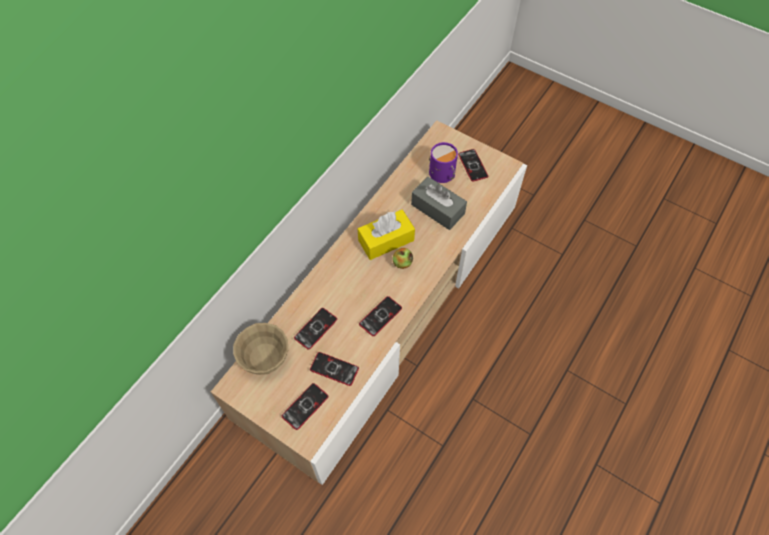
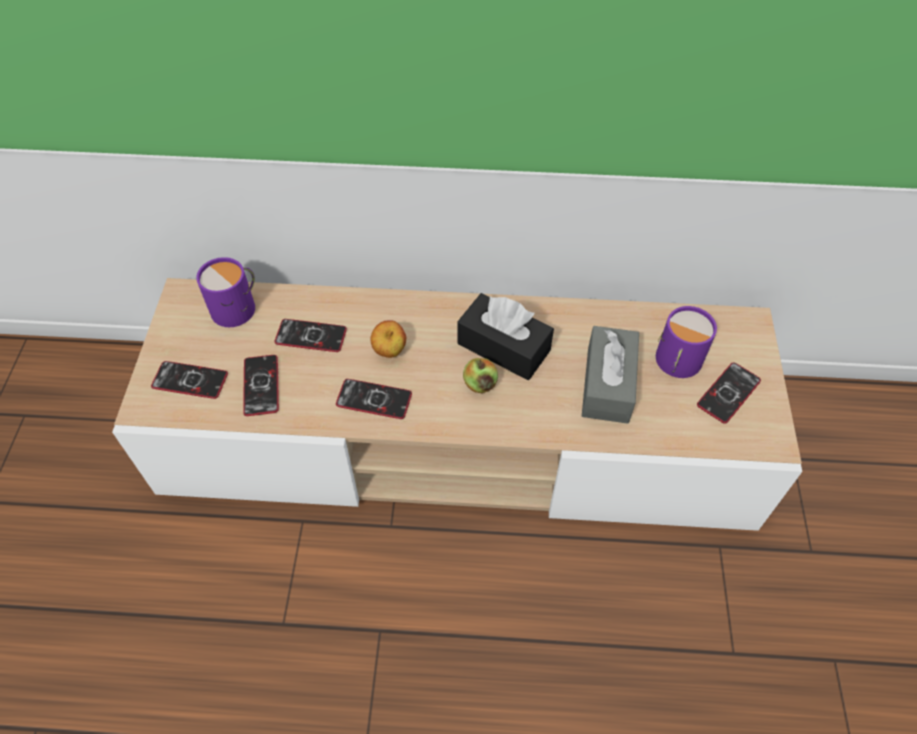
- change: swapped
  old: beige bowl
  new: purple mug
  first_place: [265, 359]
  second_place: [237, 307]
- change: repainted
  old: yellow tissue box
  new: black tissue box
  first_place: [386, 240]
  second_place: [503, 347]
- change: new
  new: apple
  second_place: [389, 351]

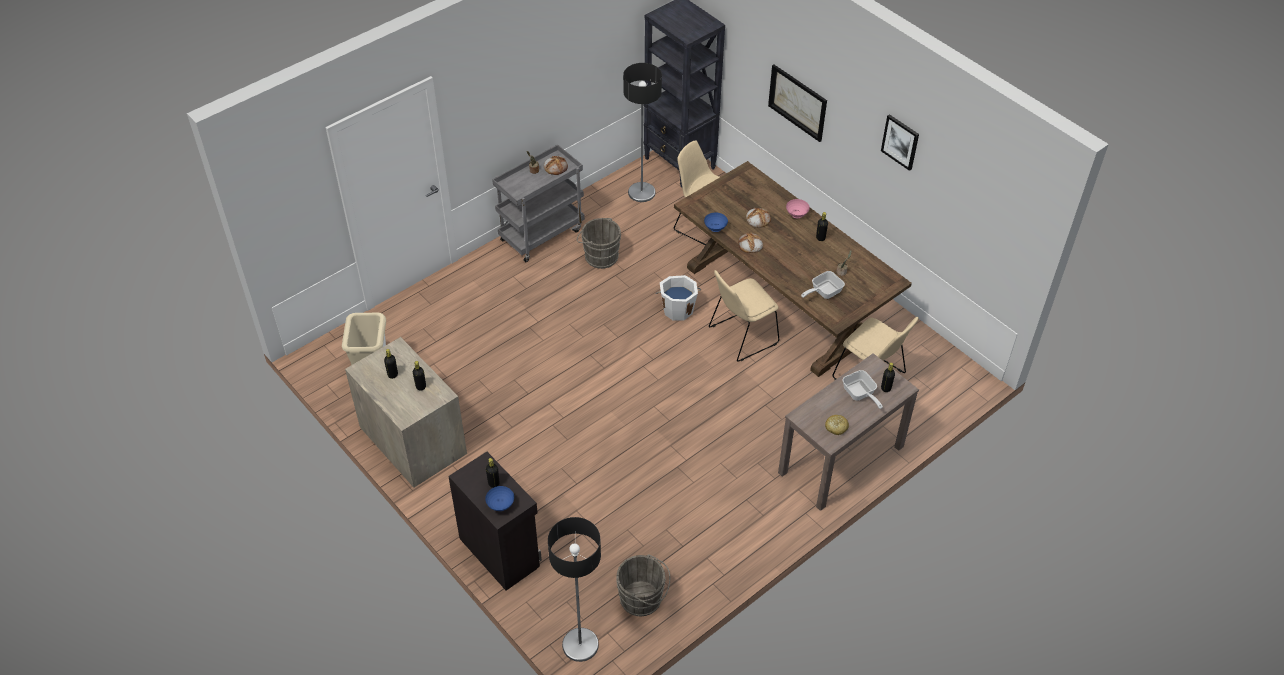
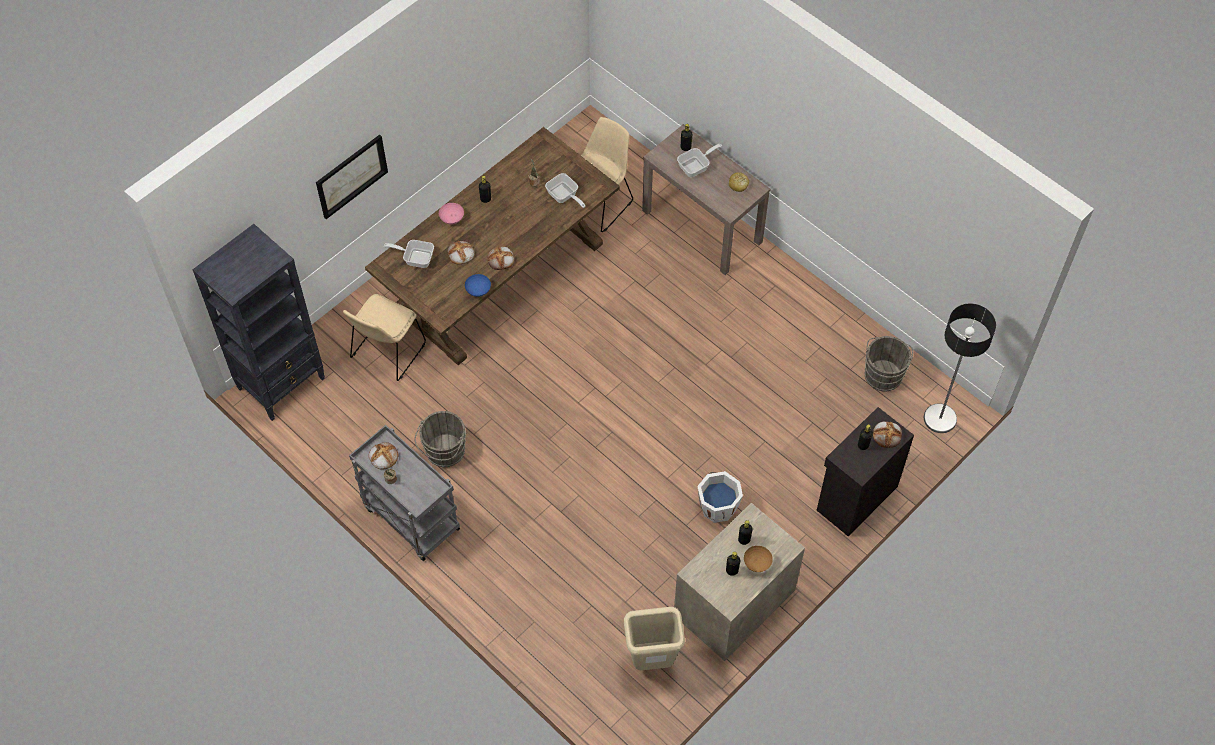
- change: swapped
  old: blue bowl
  new: bread
  first_place: [501, 505]
  second_place: [887, 435]
- change: gone
  old: floor lamp
  first_place: [642, 192]
- change: shifted
  old: white bucket
  first_place: [677, 309]
  second_place: [717, 507]
- change: gone
  old: beige chair
  first_place: [741, 336]
- change: gone
  old: picture
  first_place: [900, 142]
- change: new
  new: frying pan
  second_place: [415, 258]
- change: new
  new: brown bowl
  second_place: [757, 564]

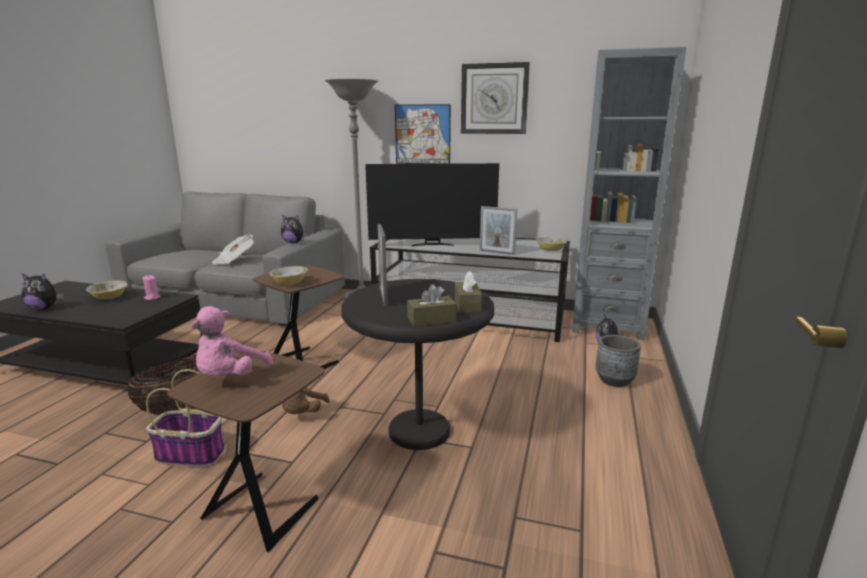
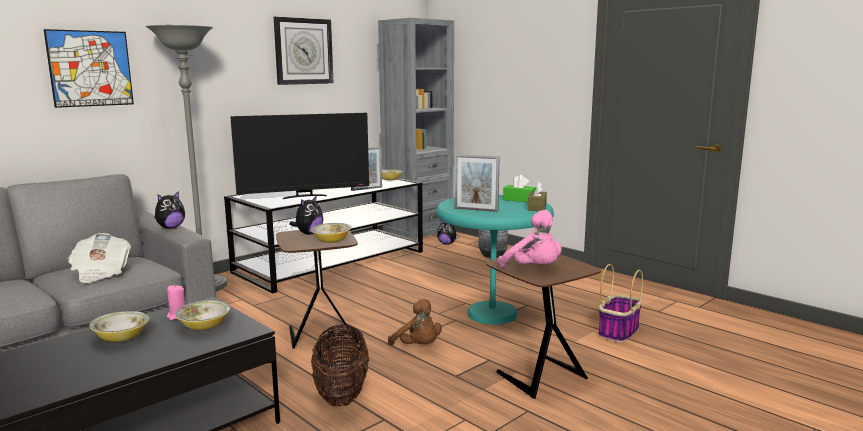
- change: shifted
  old: plush toy
  first_place: [44, 308]
  second_place: [308, 233]
- change: shifted
  old: basket
  first_place: [192, 454]
  second_place: [618, 331]
- change: repainted
  old: black side table
  new: turquoise side table
  first_place: [419, 431]
  second_place: [492, 314]
- change: rotated
  old: television
  first_place: [432, 245]
  second_place: [304, 196]
  degrees: 45
- change: shifted
  old: picture
  first_place: [422, 134]
  second_place: [90, 68]
- change: repainted
  old: brown tissue box
  new: green tissue box
  first_place: [467, 305]
  second_place: [519, 199]
- change: new
  new: bowl
  second_place: [204, 326]

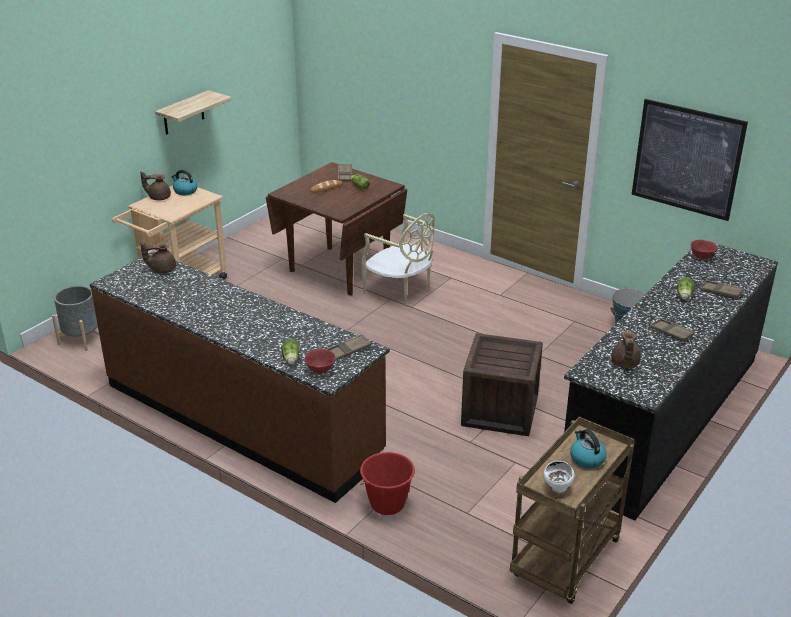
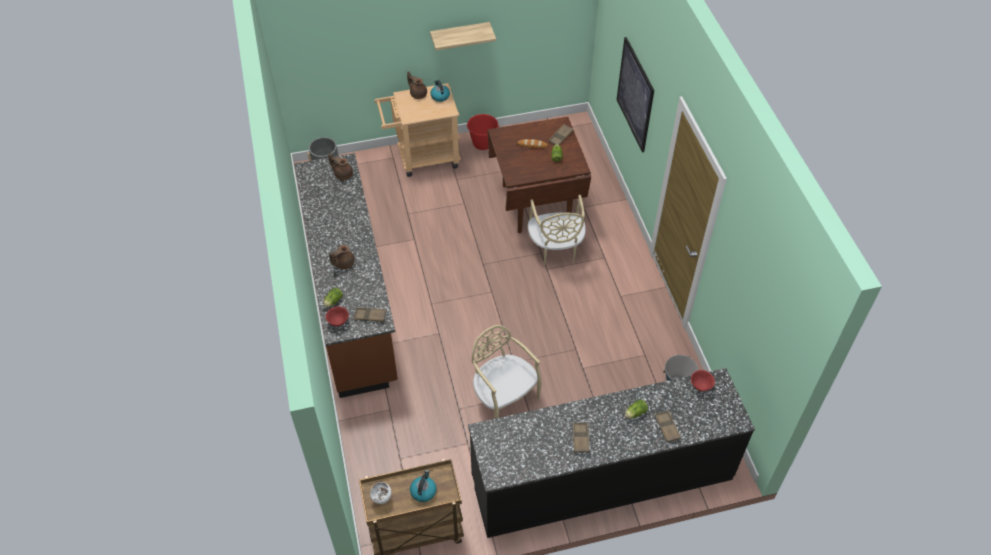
- change: shifted
  old: red bucket
  first_place: [387, 504]
  second_place: [482, 143]
- change: swapped
  old: crate
  new: beige chair
  first_place: [500, 411]
  second_place: [504, 397]
- change: shifted
  old: brown teapot
  first_place: [624, 363]
  second_place: [343, 263]
- change: shifted
  old: picture
  first_place: [687, 159]
  second_place: [635, 95]

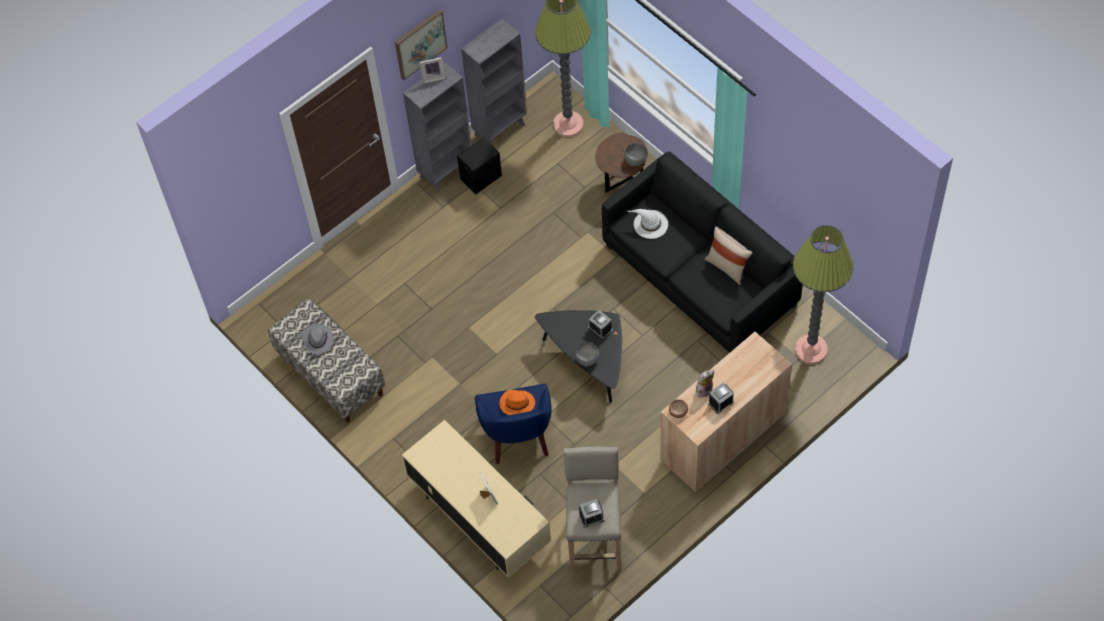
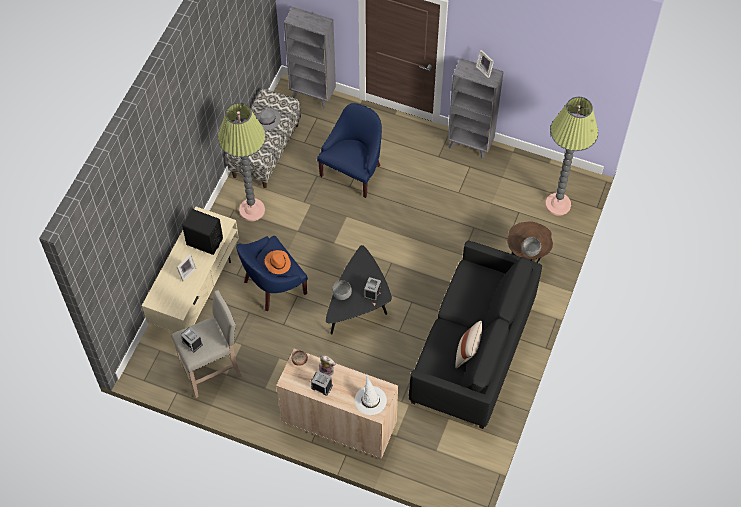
- change: gone
  old: picture
  first_place: [420, 43]
- change: shifted
  old: black speaker
  first_place: [481, 178]
  second_place: [204, 241]
- change: shifted
  old: grey bookcase
  first_place: [500, 129]
  second_place: [313, 95]
- change: shifted
  old: white hat
  first_place: [650, 224]
  second_place: [370, 399]
- change: shifted
  old: floor lamp
  first_place: [811, 350]
  second_place: [252, 210]
- change: new
  new: blue armchair
  second_place: [353, 171]

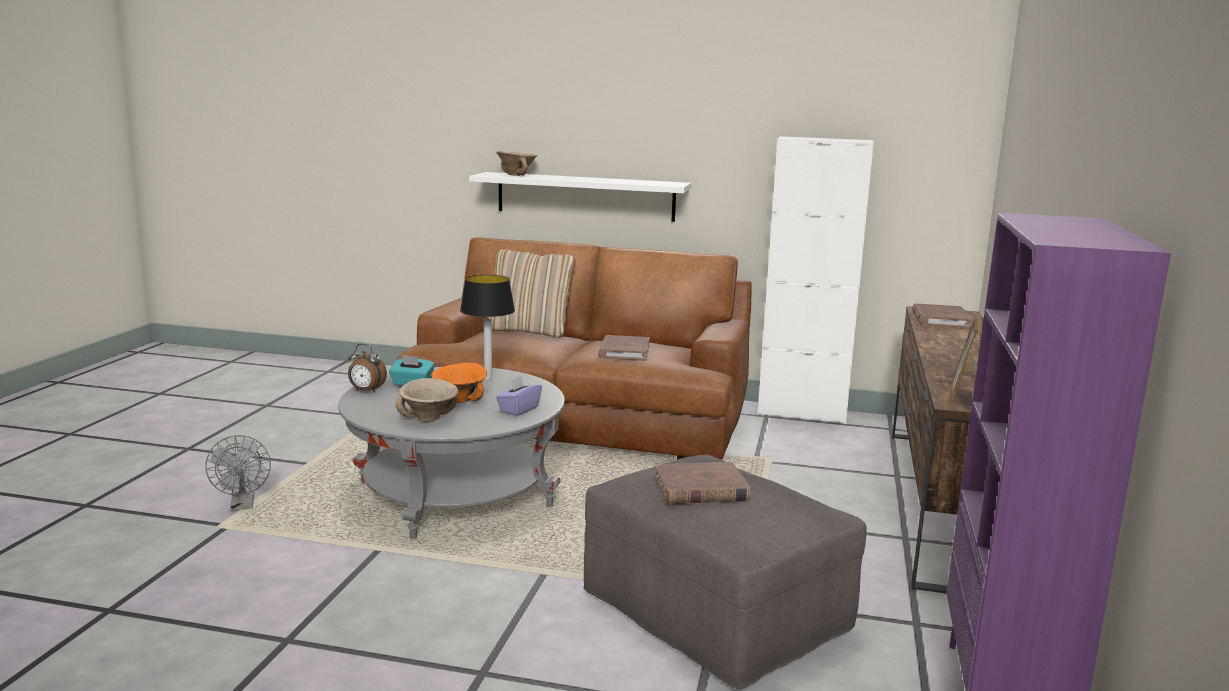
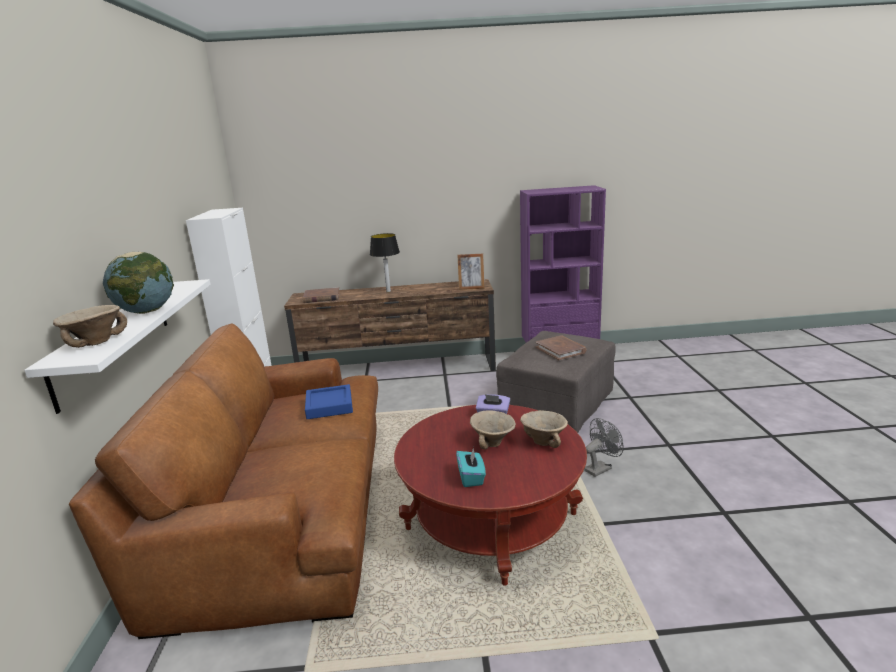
- change: shifted
  old: grey fan
  first_place: [243, 506]
  second_place: [600, 468]
- change: repainted
  old: grey coffee table
  new: red coffee table
  first_place: [455, 495]
  second_place: [491, 521]
- change: gone
  old: alarm clock
  first_place: [366, 391]
- change: repainted
  old: orange bowl
  new: beige bowl
  first_place: [459, 400]
  second_place: [494, 443]
- change: shifted
  old: table lamp
  first_place: [487, 378]
  second_place: [388, 291]
- change: gone
  old: beige pillow
  first_place: [530, 331]
- change: swapped
  old: brown book
  new: blue tray
  first_place: [624, 351]
  second_place: [329, 406]
- change: new
  new: globe
  second_place: [146, 311]

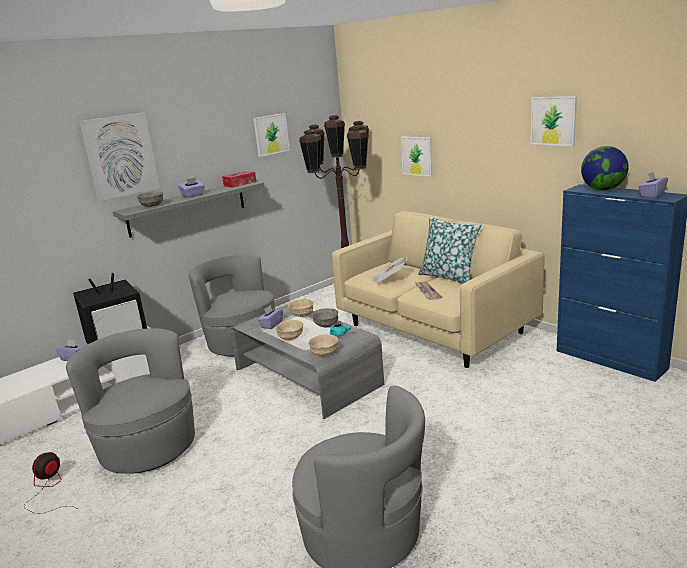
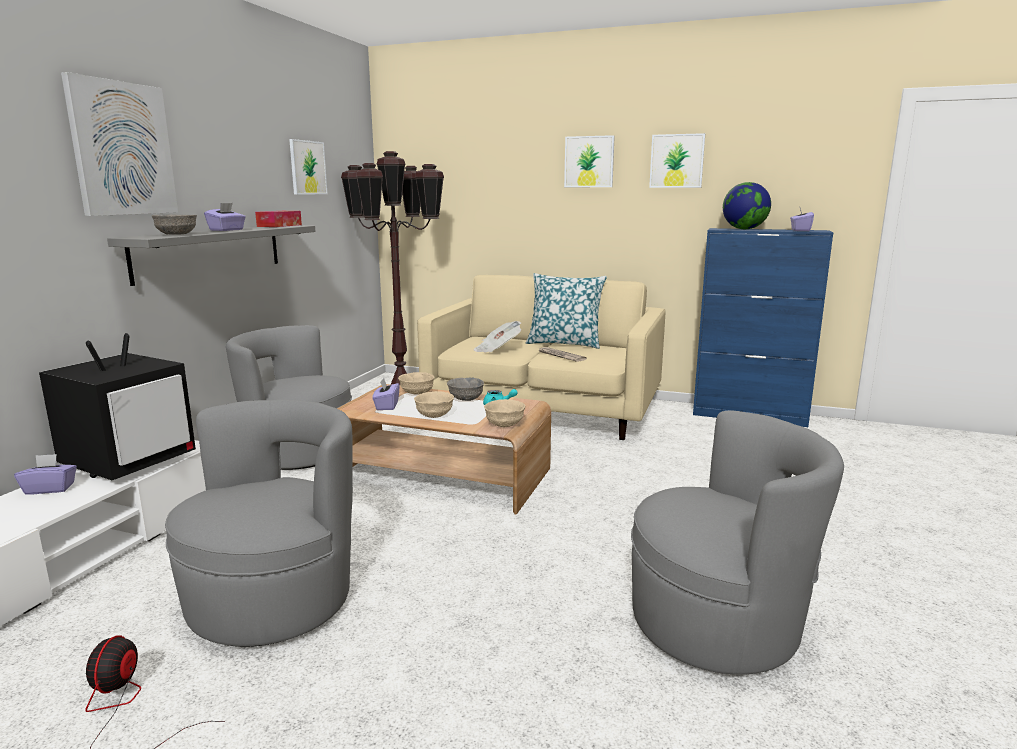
- change: rotated
  old: grey armchair
  first_place: [147, 446]
  second_place: [274, 600]
  degrees: 90
- change: repainted
  old: grey coffee table
  new: brown coffee table
  first_place: [307, 376]
  second_place: [440, 475]
- change: shifted
  old: picture
  first_place: [417, 156]
  second_place: [589, 162]

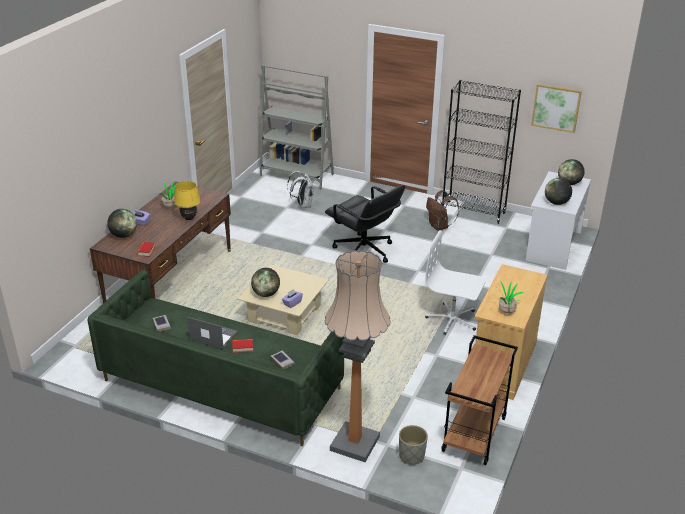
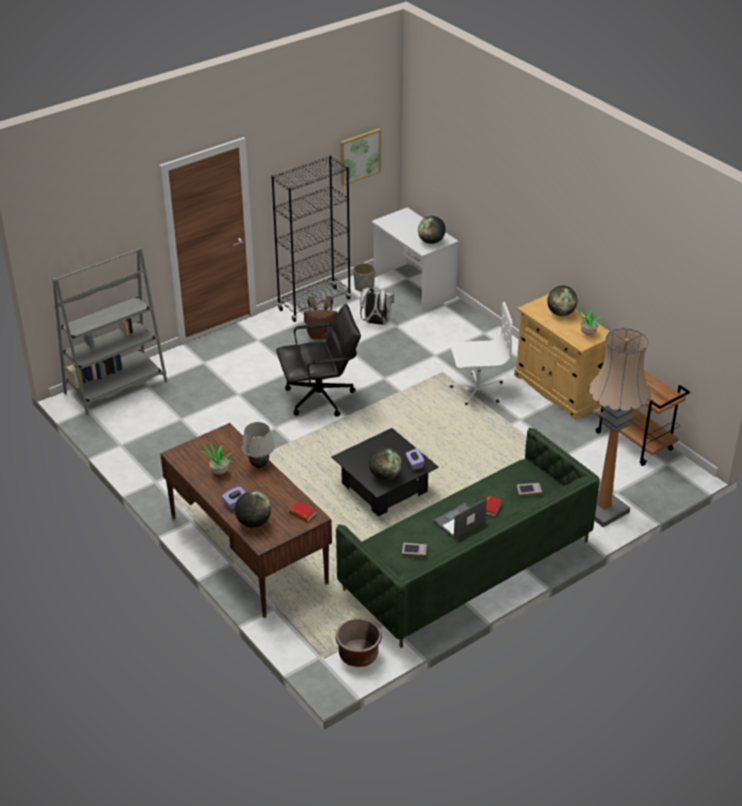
- change: repainted
  old: yellow table lamp
  new: white table lamp
  first_place: [189, 218]
  second_place: [259, 465]
- change: repainted
  old: beige coffee table
  new: black coffee table
  first_place: [284, 313]
  second_place: [384, 487]
- change: shifted
  old: white backpack
  first_place: [303, 205]
  second_place: [376, 322]
- change: shifted
  old: grey planter
  first_place: [411, 456]
  second_place: [364, 287]
- change: rotated
  old: white office chair
  first_place: [452, 320]
  second_place: [477, 390]
  degrees: -150
- change: shifted
  old: globe
  first_place: [569, 183]
  second_place: [560, 313]
- change: new
  new: brown planter
  second_place: [358, 655]

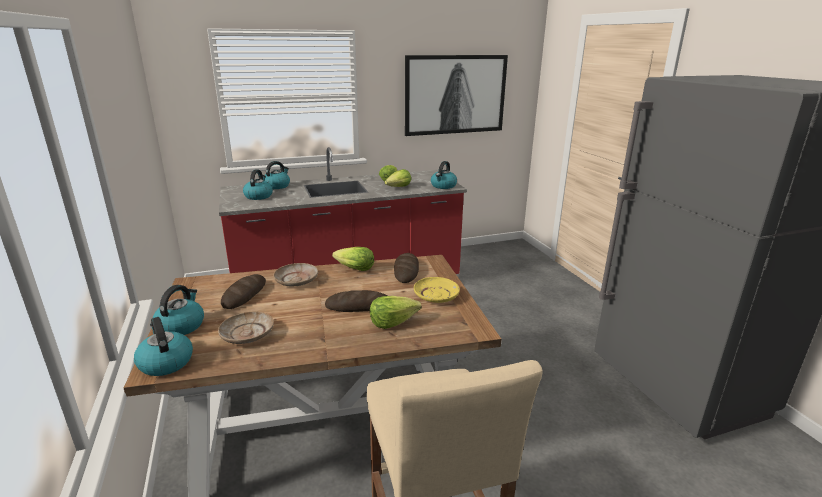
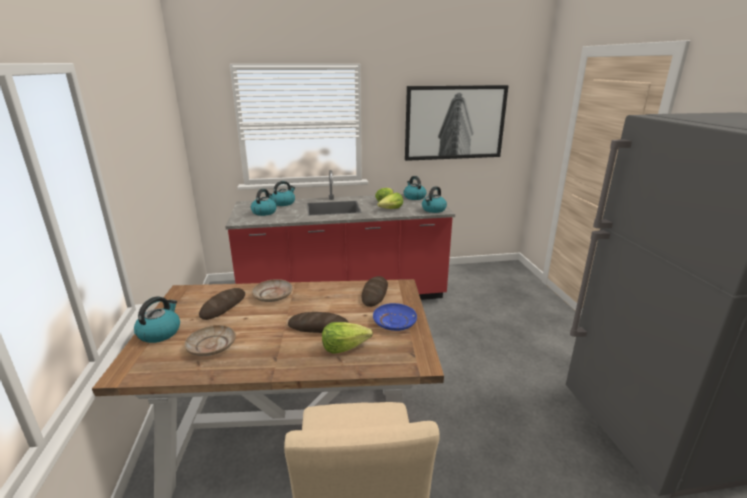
- change: shifted
  old: kettle
  first_place: [165, 362]
  second_place: [414, 197]
- change: gone
  old: lettuce
  first_place: [354, 269]
- change: repainted
  old: yellow plate
  new: blue plate
  first_place: [436, 295]
  second_place: [394, 322]

